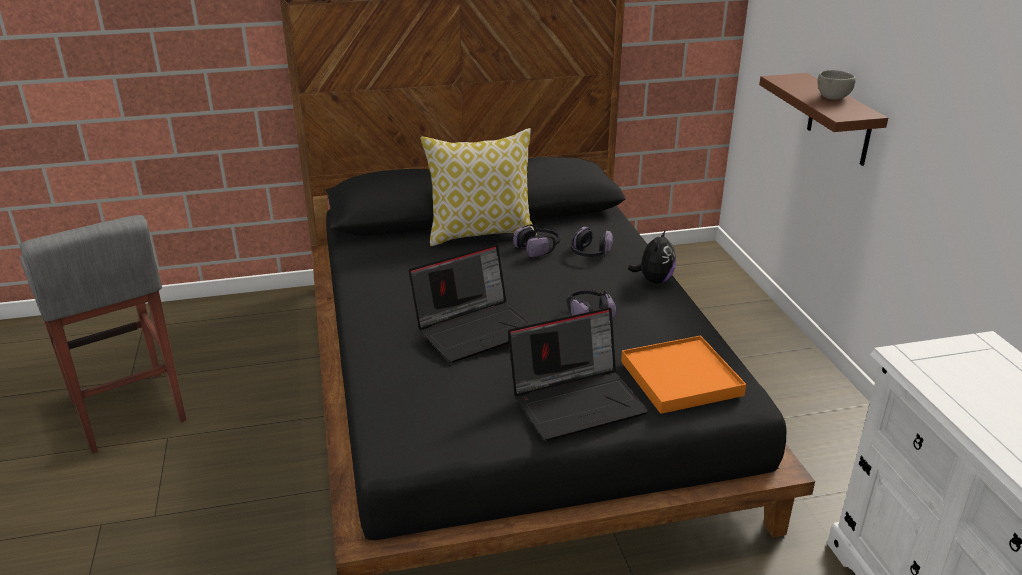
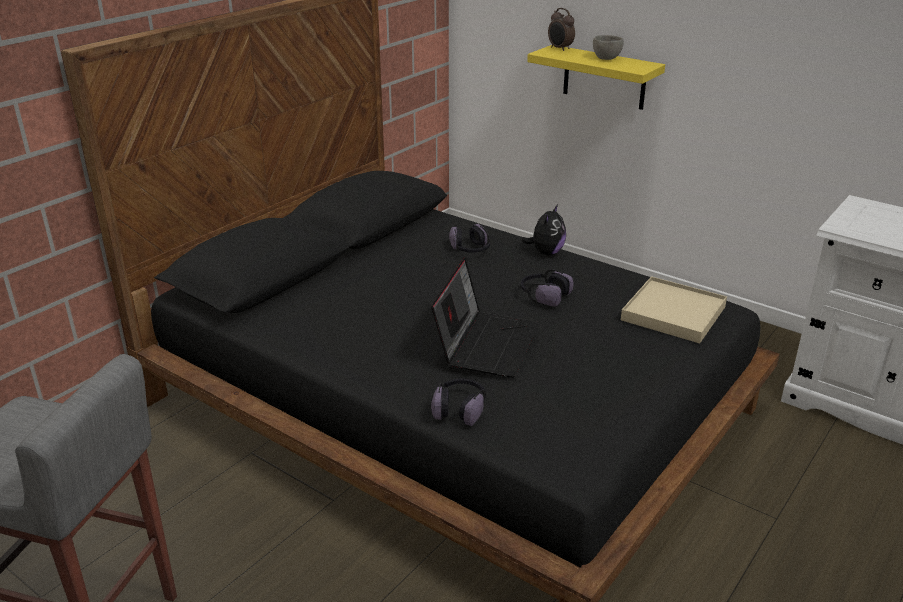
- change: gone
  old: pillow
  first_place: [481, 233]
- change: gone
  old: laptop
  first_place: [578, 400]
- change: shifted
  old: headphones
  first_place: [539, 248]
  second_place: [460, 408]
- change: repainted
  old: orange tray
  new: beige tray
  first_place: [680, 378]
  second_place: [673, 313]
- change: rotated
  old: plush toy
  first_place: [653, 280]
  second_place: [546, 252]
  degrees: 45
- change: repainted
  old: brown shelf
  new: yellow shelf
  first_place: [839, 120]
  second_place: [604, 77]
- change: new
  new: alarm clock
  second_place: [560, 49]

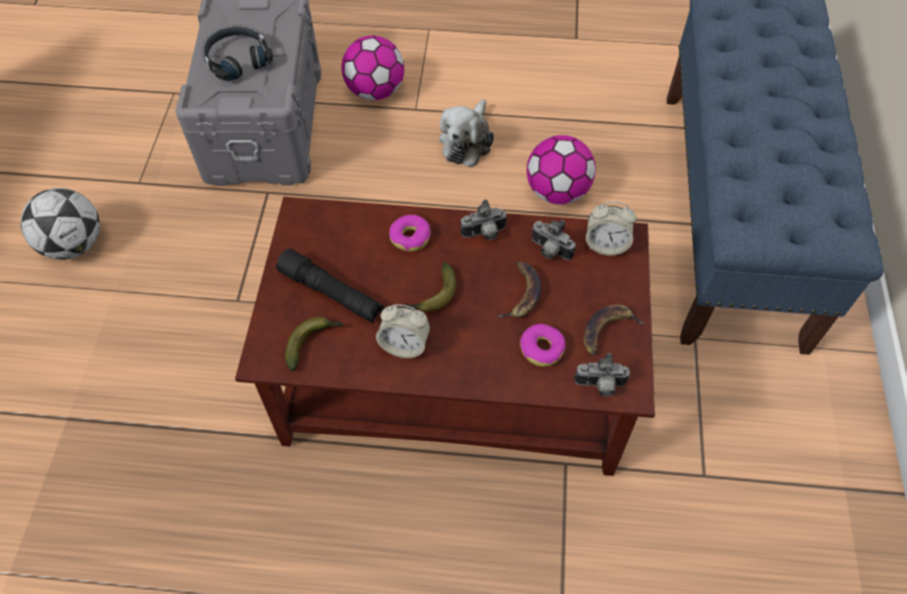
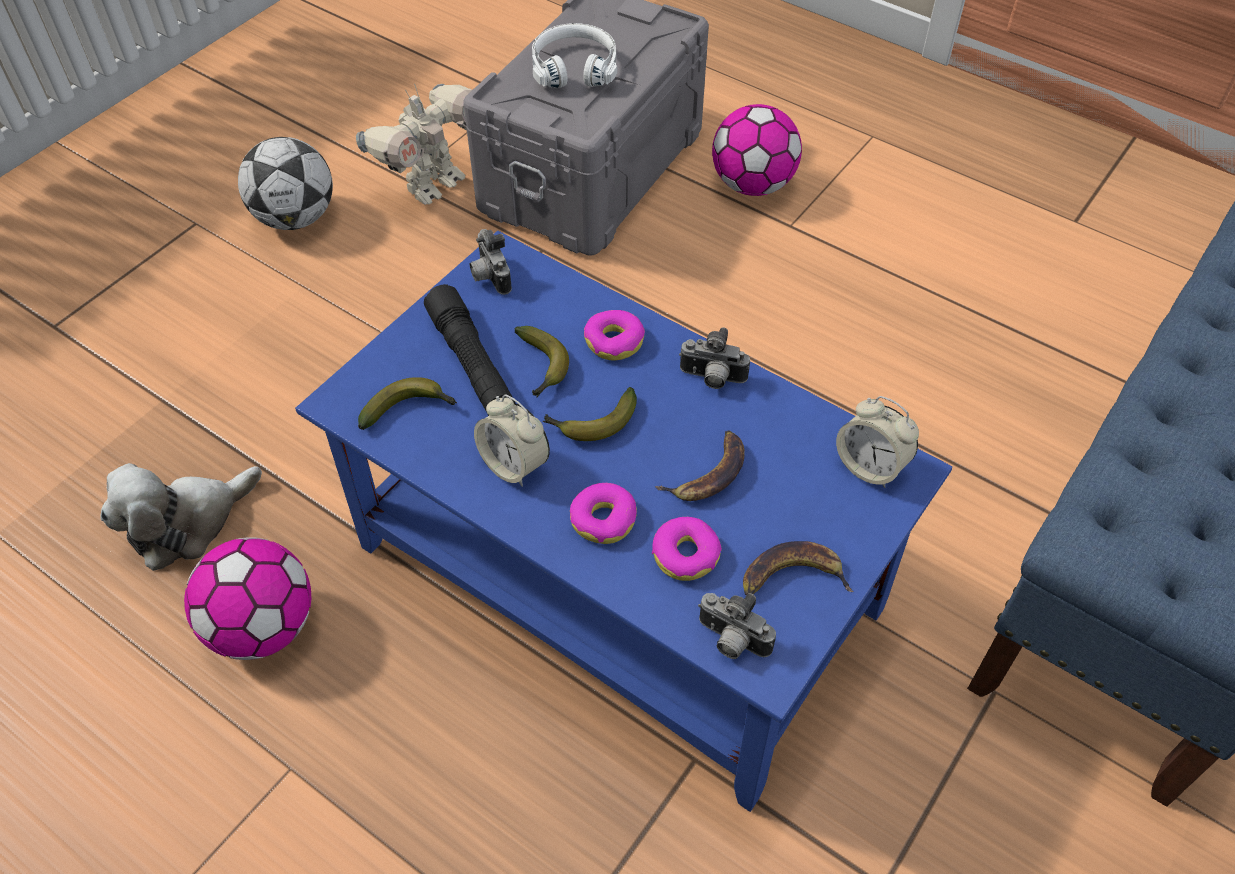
- change: repainted
  old: black headphones
  new: white headphones
  first_place: [237, 59]
  second_place: [574, 67]
- change: repainted
  old: brown coffee table
  new: blue coffee table
  first_place: [457, 380]
  second_place: [622, 579]
- change: shifted
  old: plush toy
  first_place: [467, 141]
  second_place: [187, 523]
- change: shifted
  old: football
  first_place: [557, 192]
  second_place: [263, 627]
- change: shifted
  old: photo camera
  first_place: [549, 251]
  second_place: [489, 276]
- change: new
  new: toy robot
  second_place: [432, 184]
- change: new
  new: banana
  second_place: [541, 368]
- change: new
  new: donut
  second_place: [603, 519]

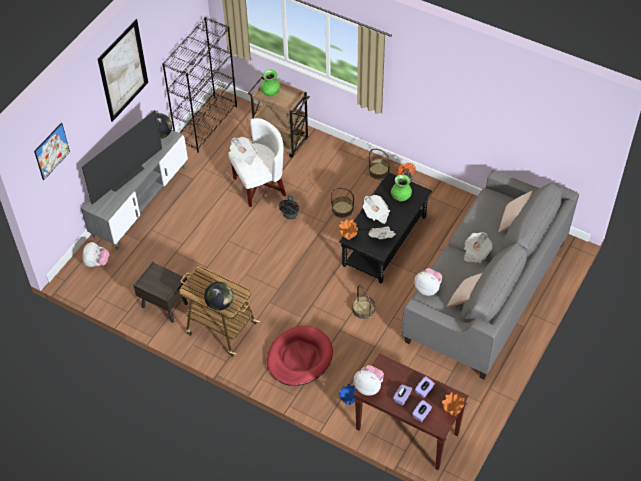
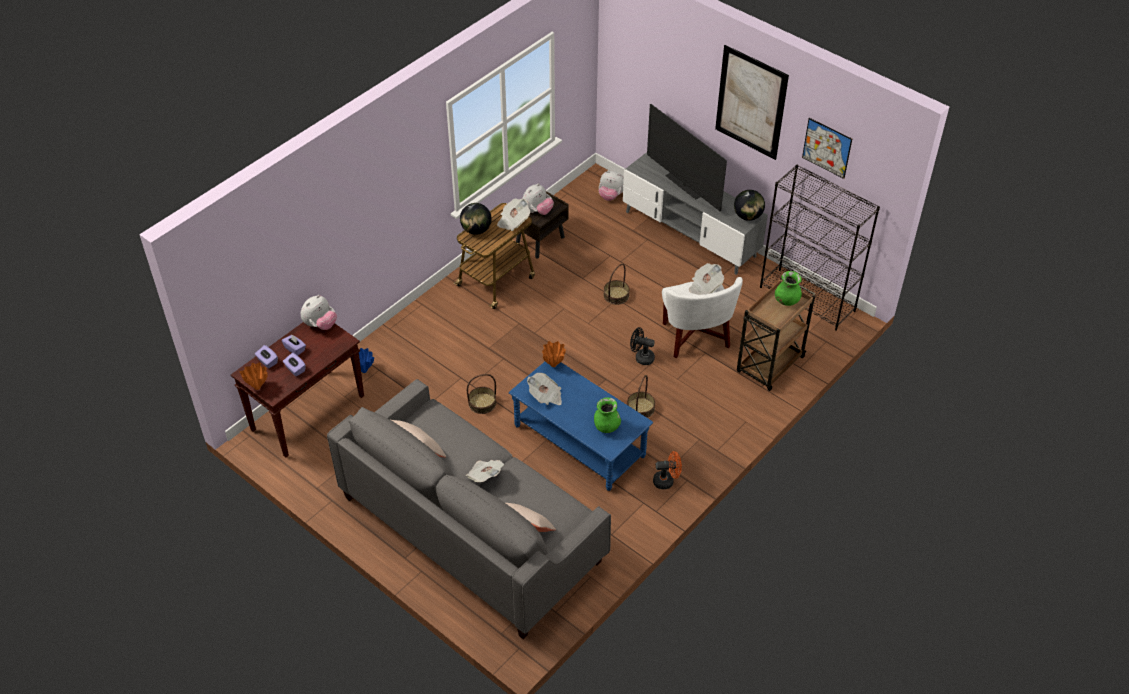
- change: shifted
  old: picture
  first_place: [52, 151]
  second_place: [827, 148]
- change: gone
  old: red dog bed
  first_place: [299, 358]
- change: repainted
  old: black coffee table
  new: blue coffee table
  first_place: [384, 241]
  second_place: [579, 441]
- change: shifted
  old: newspaper
  first_place: [376, 214]
  second_place: [513, 221]
- change: shifted
  old: basket
  first_place: [379, 171]
  second_place: [616, 295]
- change: shifted
  old: plush toy
  first_place: [428, 288]
  second_place: [537, 211]

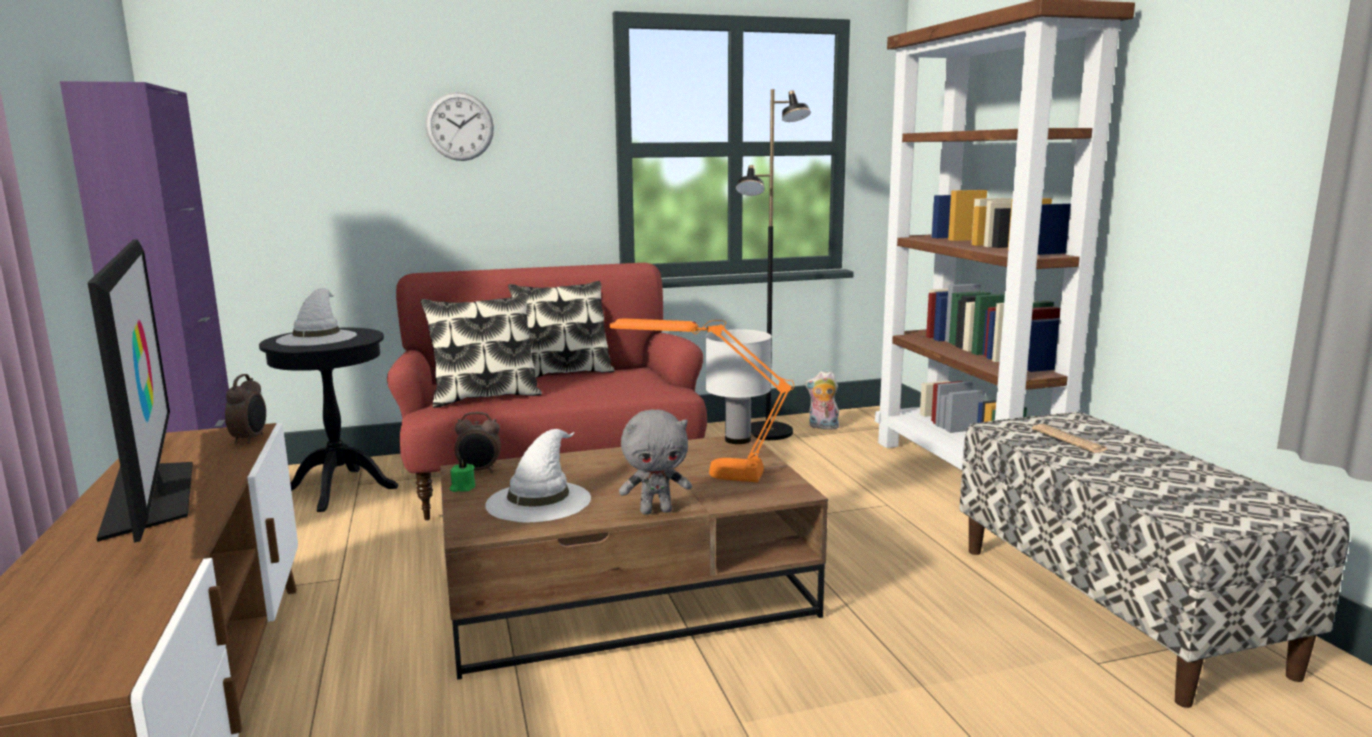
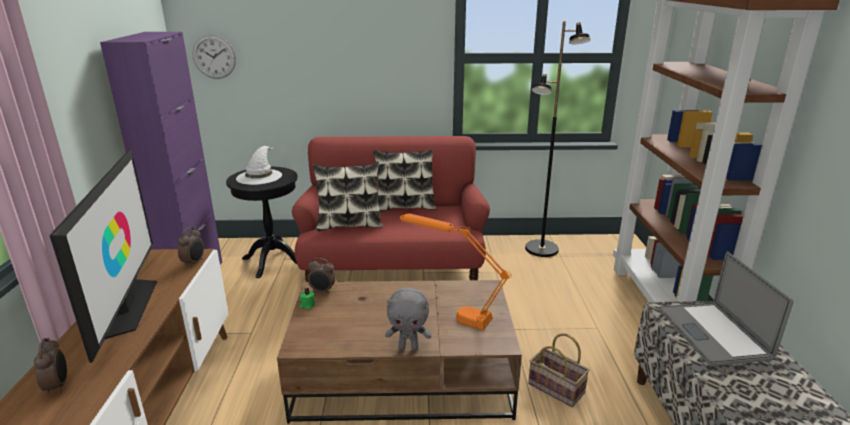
- change: shifted
  old: wall clock
  first_place: [459, 126]
  second_place: [214, 57]
- change: gone
  old: white hat
  first_place: [539, 500]
- change: gone
  old: white table lamp
  first_place: [738, 440]
- change: gone
  old: plush toy
  first_place: [822, 427]
- change: swapped
  old: newspaper
  new: laptop
  first_place: [1069, 440]
  second_place: [712, 333]
- change: new
  new: alarm clock
  second_place: [58, 386]
- change: new
  new: basket
  second_place: [558, 388]

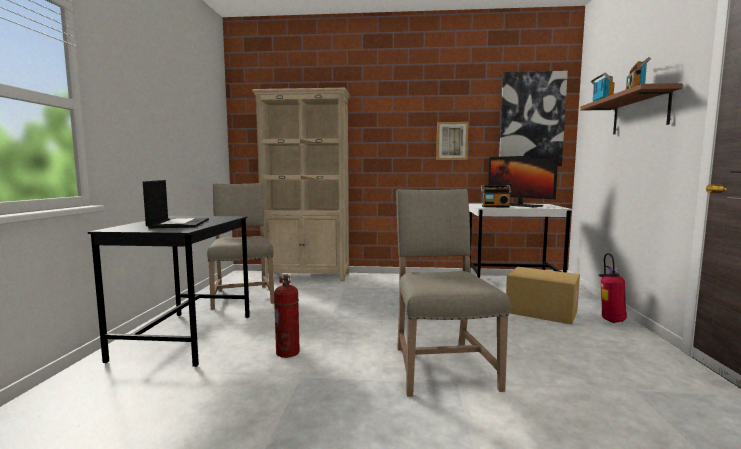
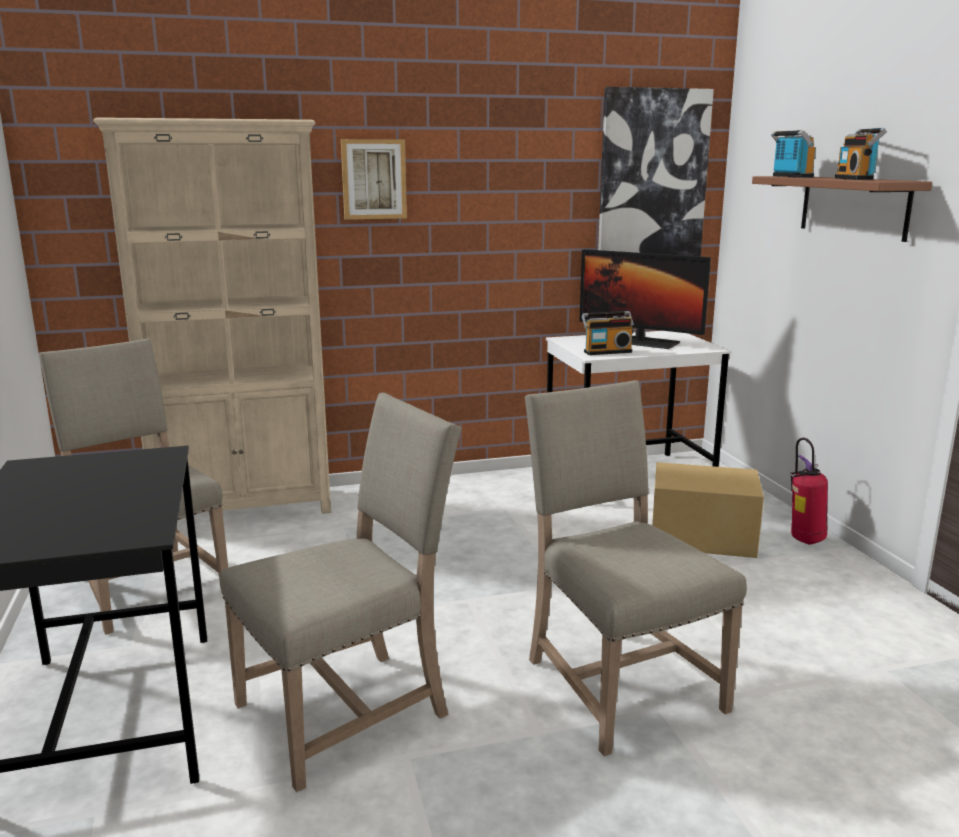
- change: gone
  old: laptop
  first_place: [179, 223]
- change: swapped
  old: fire extinguisher
  new: beige chair
  first_place: [288, 352]
  second_place: [349, 710]
- change: shifted
  old: picture
  first_place: [452, 141]
  second_place: [374, 179]

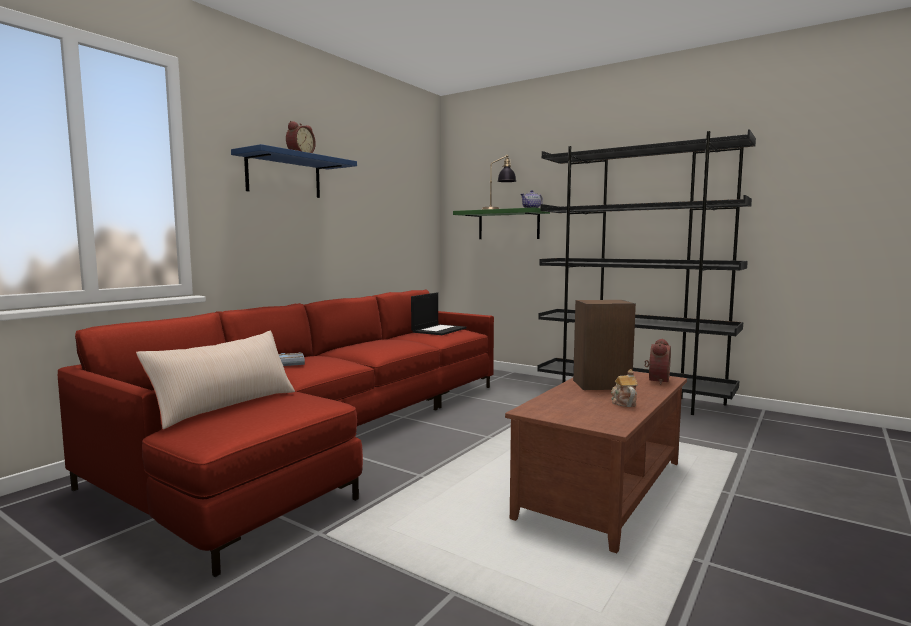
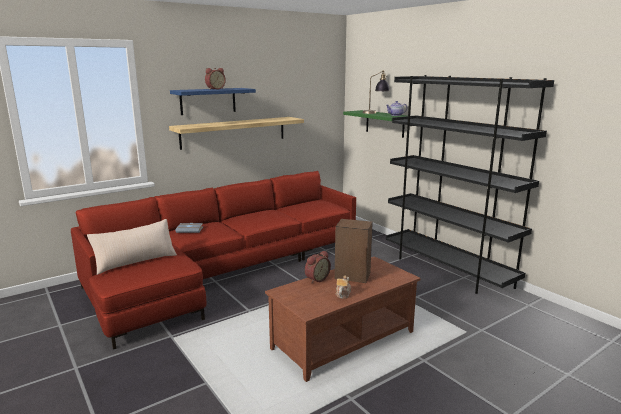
- change: gone
  old: laptop
  first_place: [439, 330]
- change: shifted
  old: alarm clock
  first_place: [656, 380]
  second_place: [316, 279]
- change: new
  new: shelf
  second_place: [234, 132]

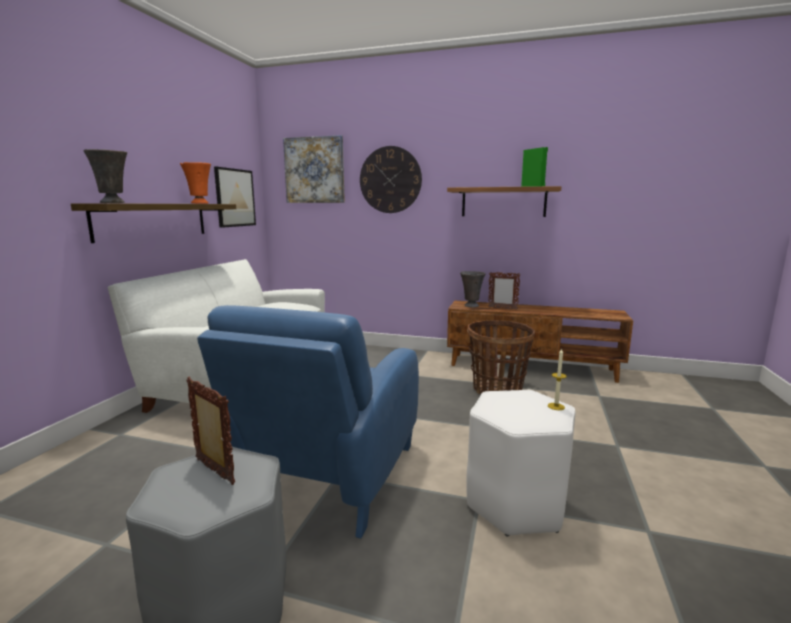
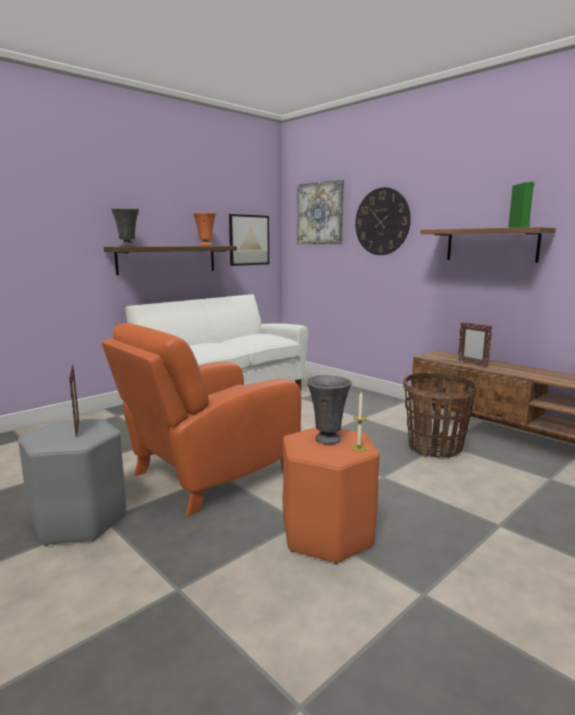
- change: repainted
  old: blue armchair
  new: orange armchair
  first_place: [328, 477]
  second_place: [209, 474]
- change: shifted
  old: grey vase
  first_place: [471, 306]
  second_place: [327, 439]
- change: repainted
  old: white stool
  new: orange stool
  first_place: [516, 503]
  second_place: [327, 534]

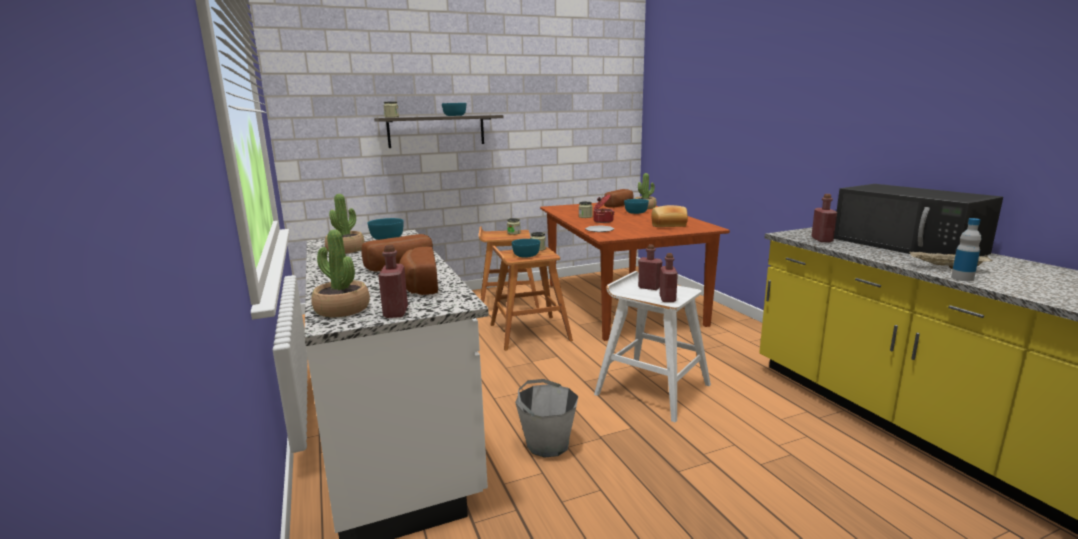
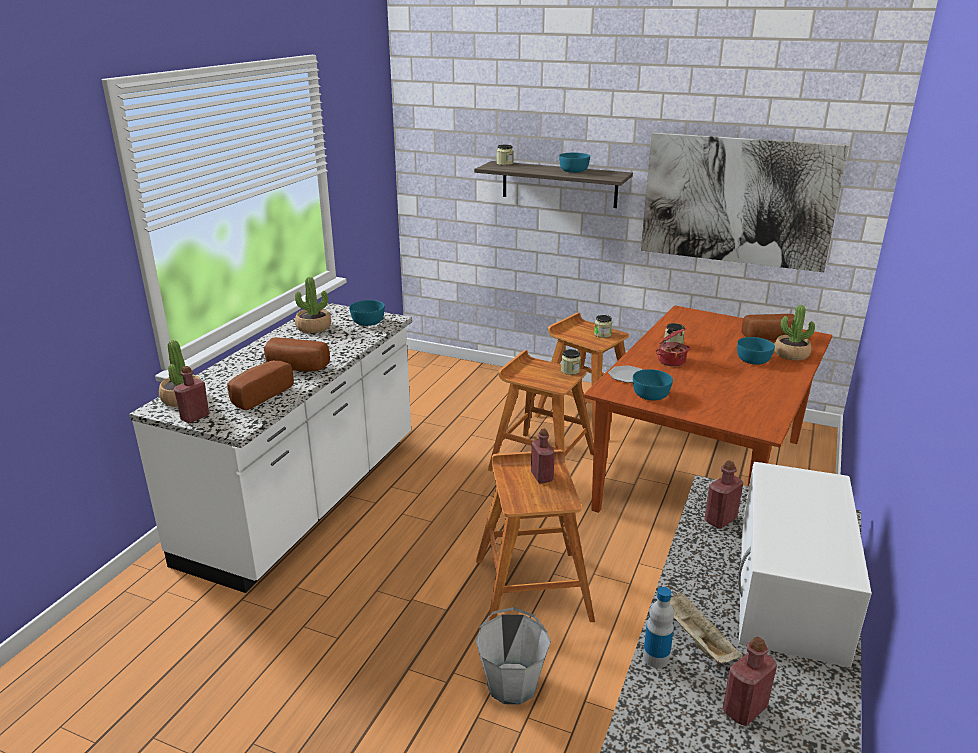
- change: shifted
  old: turquoise bowl
  first_place: [525, 255]
  second_place: [650, 395]
- change: shifted
  old: grey bucket
  first_place: [547, 444]
  second_place: [512, 684]
- change: repainted
  old: white stool
  new: brown stool
  first_place: [651, 389]
  second_place: [532, 588]
- change: gone
  old: bread
  first_place: [669, 225]
- change: shifted
  old: red bottle
  first_place: [667, 299]
  second_place: [744, 709]
- change: repainted
  old: black microwave
  new: white microwave
  first_place: [909, 246]
  second_place: [791, 590]
- change: new
  new: picture
  second_place: [737, 201]

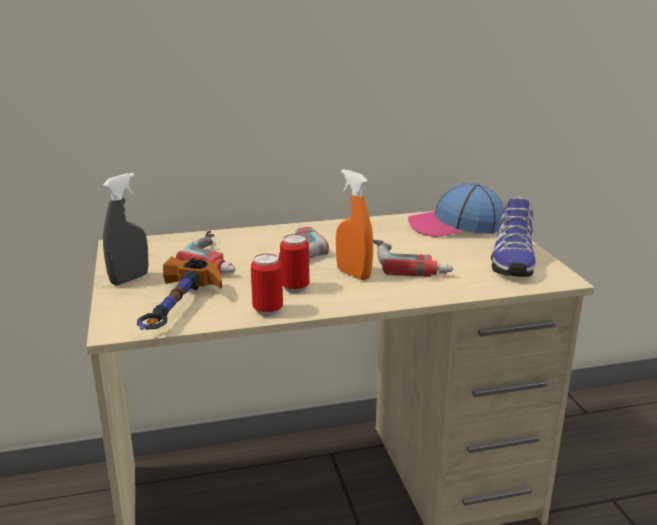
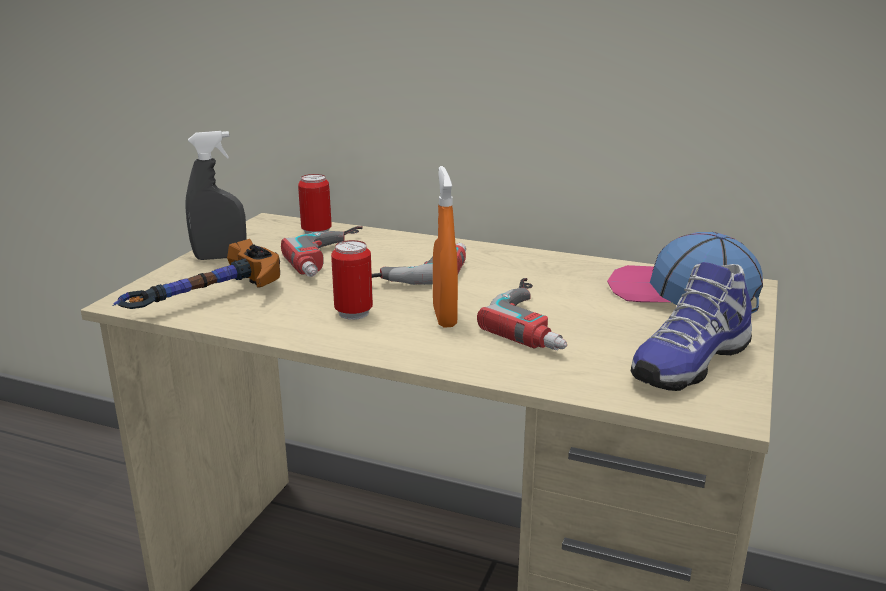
- change: shifted
  old: can
  first_place: [268, 311]
  second_place: [316, 232]

